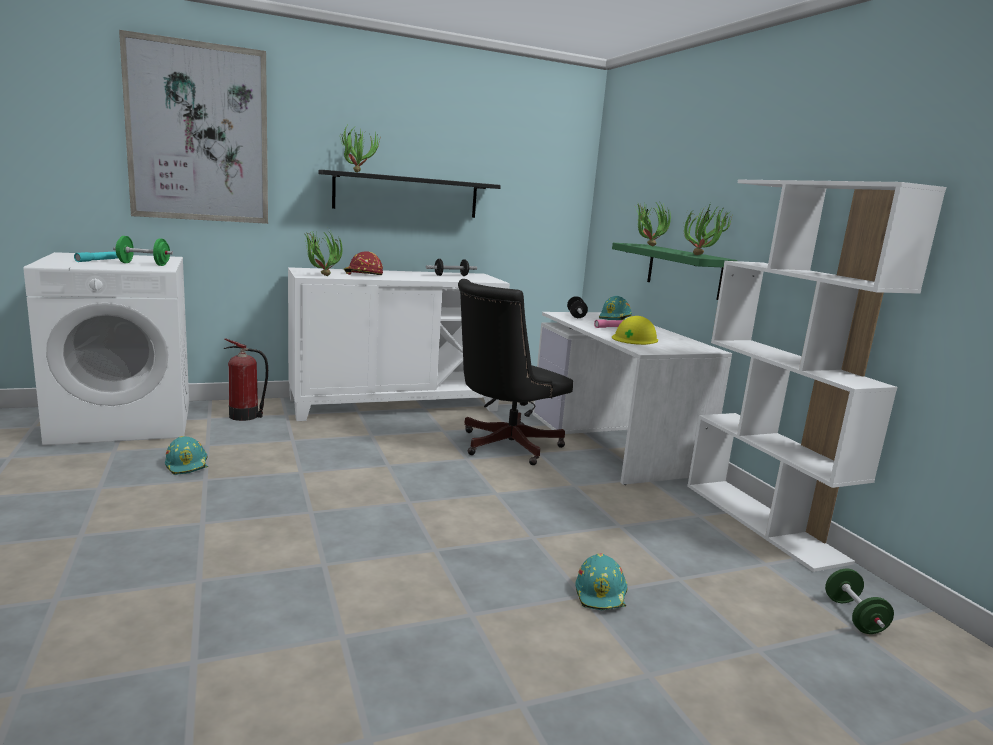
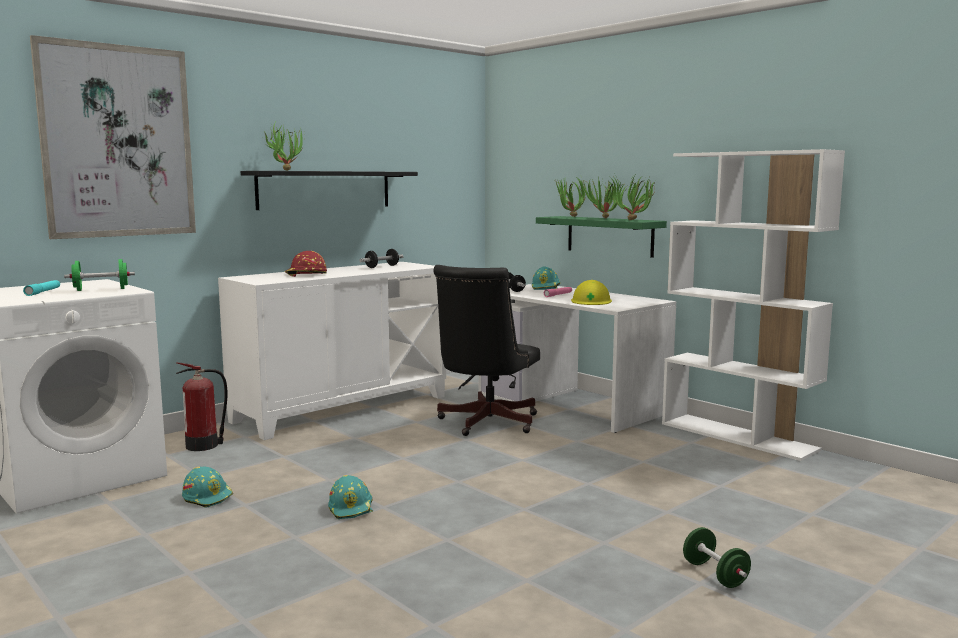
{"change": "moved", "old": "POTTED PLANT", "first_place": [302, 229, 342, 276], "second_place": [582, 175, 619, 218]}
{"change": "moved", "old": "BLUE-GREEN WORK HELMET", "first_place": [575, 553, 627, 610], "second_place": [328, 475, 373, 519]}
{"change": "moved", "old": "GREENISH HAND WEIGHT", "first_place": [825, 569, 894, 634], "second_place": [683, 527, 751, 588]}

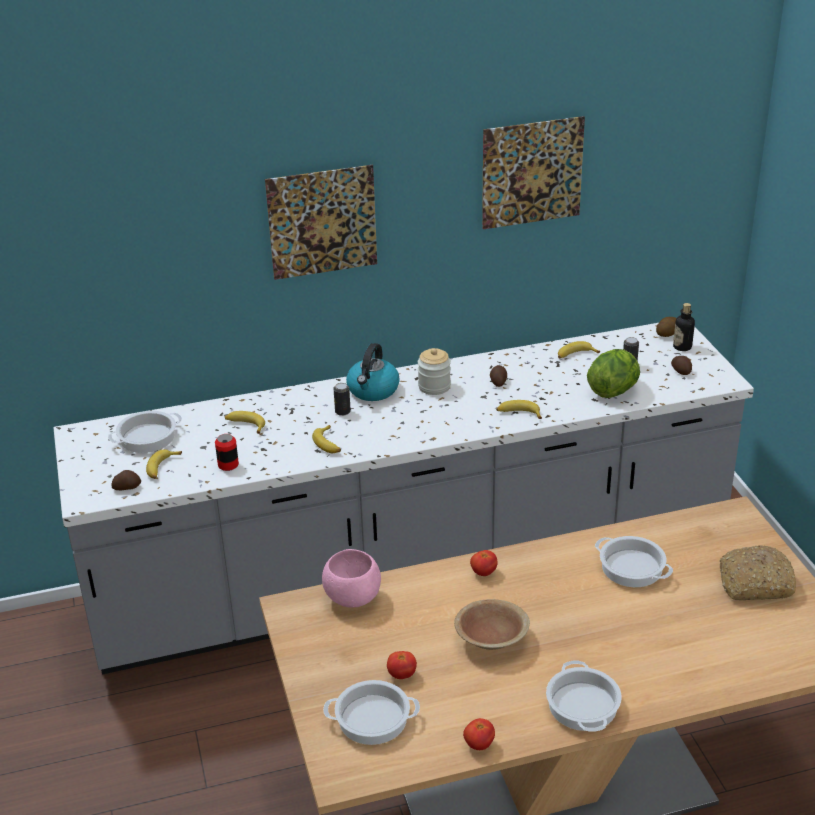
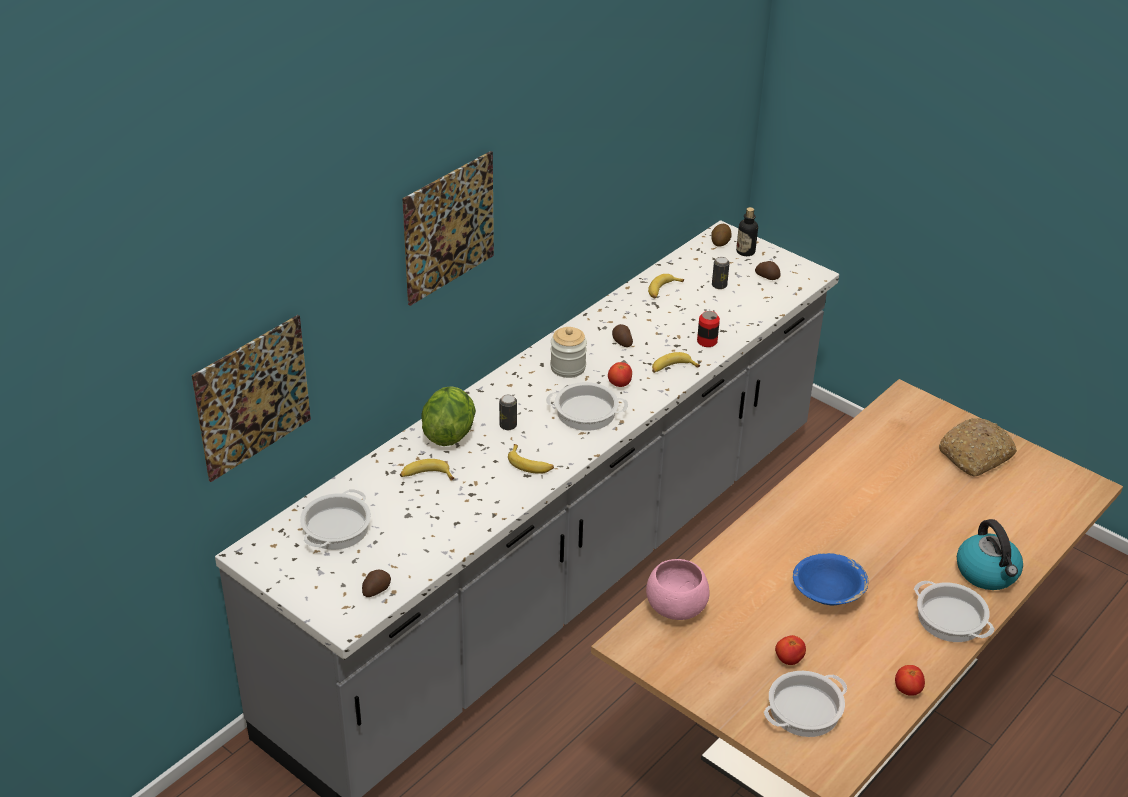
{"change": "removed", "old": "WHOLE BANANA", "first_place": [146, 449, 182, 479]}
{"change": "moved", "old": "SEALED CAN", "first_place": [215, 434, 239, 471], "second_place": [697, 311, 720, 347]}
{"change": "moved", "old": "WATER KETTLE", "first_place": [346, 343, 400, 401], "second_place": [957, 519, 1023, 590]}
{"change": "recoloured", "old": "BROWNISH DEEP DISH", "new": "BLUE-COLOURED DEEP DISH", "first_place": [454, 599, 530, 650], "second_place": [793, 553, 869, 605]}
{"change": "moved", "old": "FRESH TOMATO", "first_place": [470, 550, 498, 576], "second_place": [608, 362, 632, 387]}
{"change": "moved", "old": "WALL PICTURE", "first_place": [482, 116, 585, 229], "second_place": [192, 315, 311, 482]}
{"change": "moved", "old": "LETTUCE", "first_place": [587, 349, 640, 398], "second_place": [421, 386, 476, 446]}
{"change": "moved", "old": "STOCKPOT", "first_place": [595, 536, 673, 587], "second_place": [546, 382, 628, 431]}

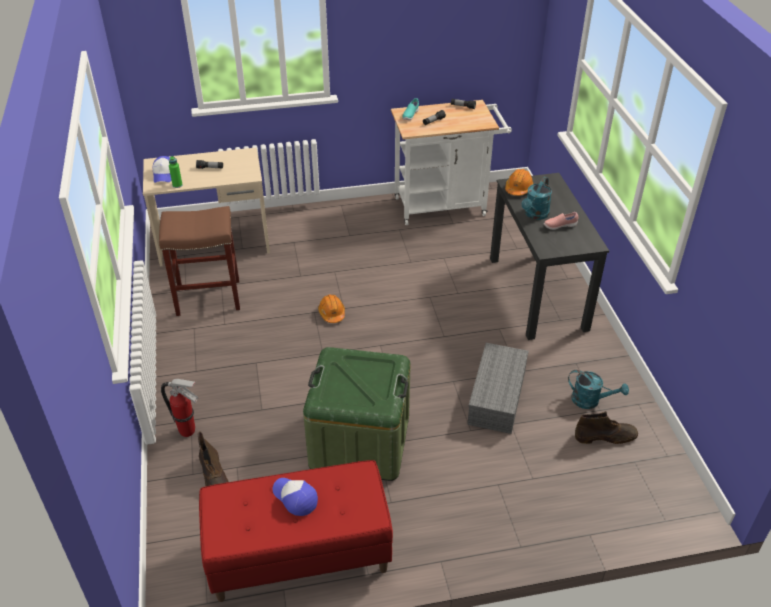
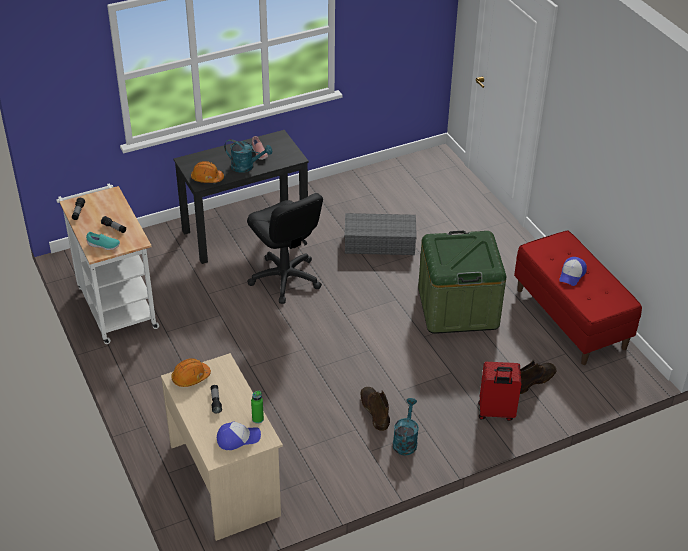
{"change": "removed", "old": "BROWNISH STOOL SEAT", "first_place": [159, 206, 240, 316]}
{"change": "replaced", "old": "FIRE EXTINGUISHER", "new": "RED TRAVEL CASE", "first_place": [161, 379, 199, 437], "second_place": [478, 362, 522, 421]}
{"change": "moved", "old": "ORANGE-COLOURED WORK HELMET", "first_place": [318, 294, 345, 323], "second_place": [171, 358, 211, 387]}
{"change": "moved", "old": "BLUE-GREEN SPRINKLING CAN", "first_place": [568, 370, 629, 409], "second_place": [393, 398, 419, 455]}
{"change": "moved", "old": "BROWNISH BOOT", "first_place": [575, 411, 638, 444], "second_place": [361, 387, 390, 431]}
{"change": "added", "new": "BLACK OFFICE CHAIR", "second_place": [247, 193, 323, 304]}

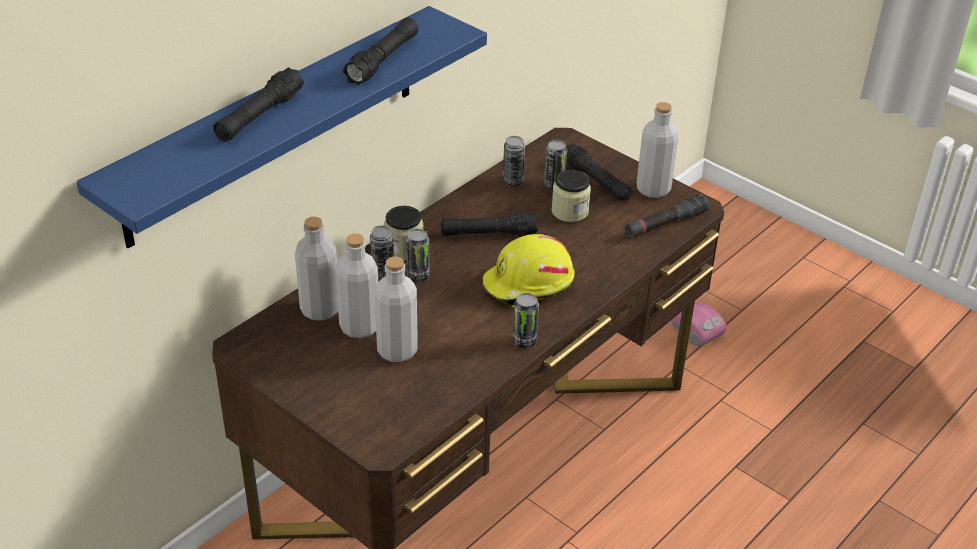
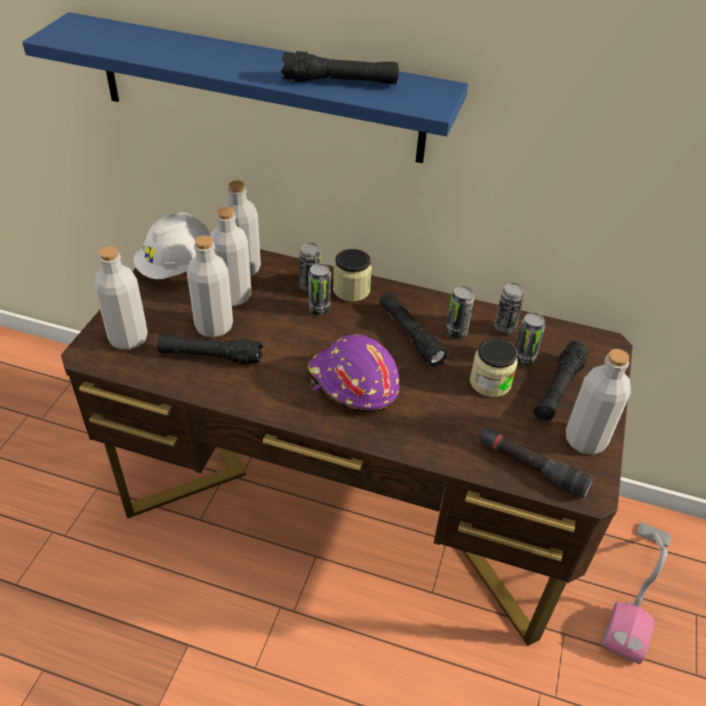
{"change": "moved", "old": "BLACK FLASHLIGHT", "first_place": [213, 67, 304, 142], "second_place": [157, 334, 263, 365]}
{"change": "recoloured", "old": "YELLOW WORK HELMET", "new": "PURPLE WORK HELMET", "first_place": [482, 234, 575, 308], "second_place": [307, 334, 399, 413]}
{"change": "moved", "old": "SEALED CAN", "first_place": [513, 293, 539, 349], "second_place": [446, 286, 475, 338]}
{"change": "added", "new": "GRAY DRINK BOTTLE", "second_place": [94, 246, 148, 350]}
{"change": "added", "new": "WHITE-COLOURED WORK HELMET", "second_place": [133, 212, 210, 279]}

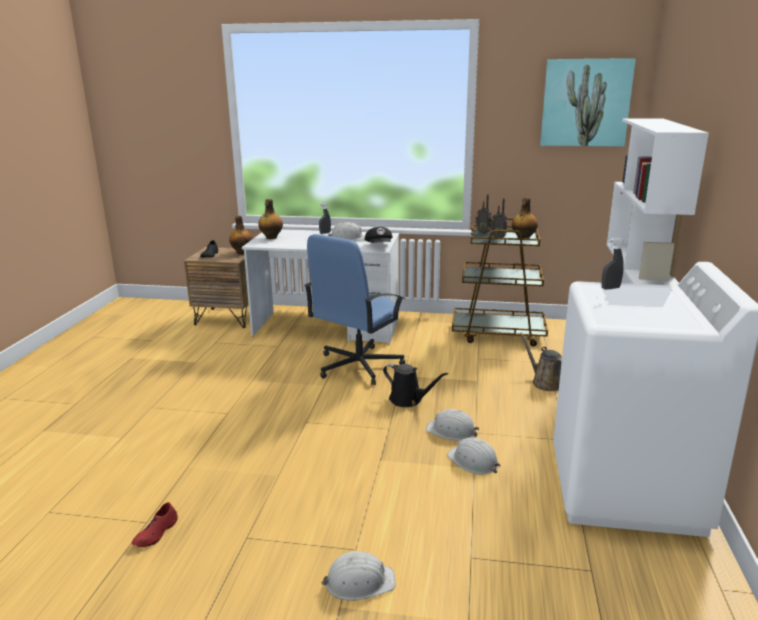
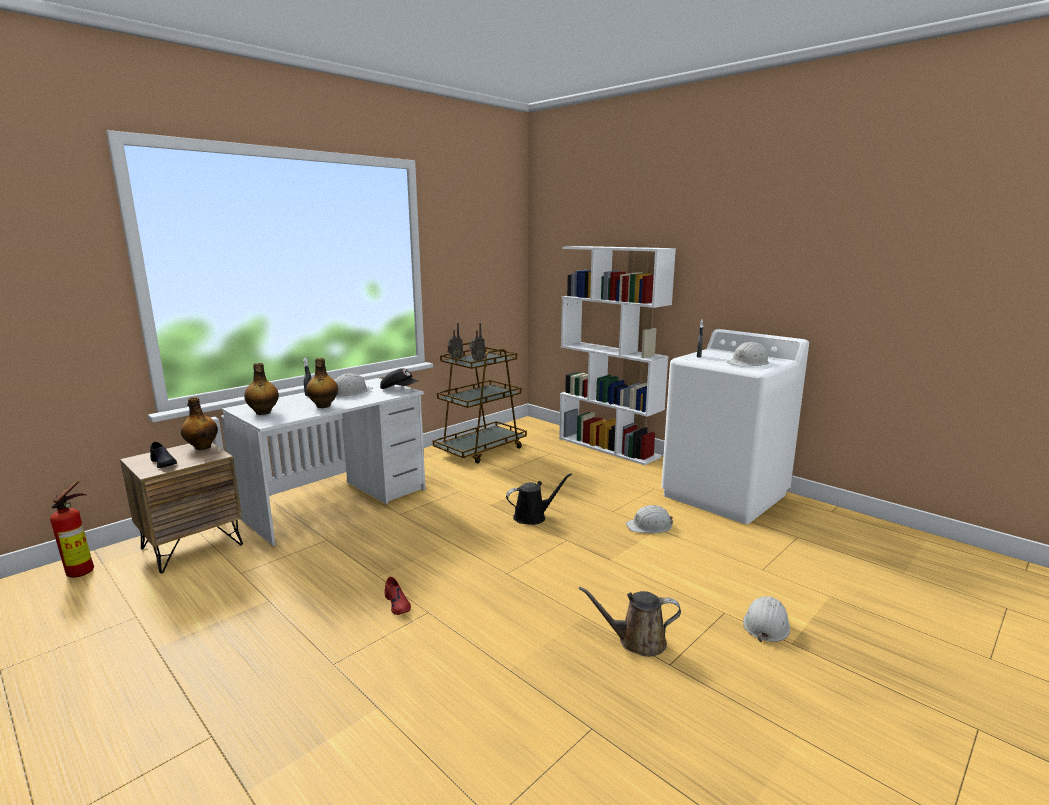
{"change": "moved", "old": "RED SHOE", "first_place": [132, 502, 178, 547], "second_place": [384, 576, 411, 615]}
{"change": "removed", "old": "BLUE-COLOURED OFFICE CHAIR", "first_place": [304, 234, 405, 385]}
{"change": "moved", "old": "WHITE-COLOURED WORK HELMET", "first_place": [426, 409, 479, 441], "second_place": [727, 341, 769, 366]}
{"change": "moved", "old": "DRINK BOTTLE", "first_place": [512, 198, 538, 239], "second_place": [306, 358, 338, 408]}
{"change": "moved", "old": "BROWNISH SPRINKLING CAN", "first_place": [520, 333, 562, 391], "second_place": [579, 586, 681, 657]}
{"change": "removed", "old": "WALL PICTURE", "first_place": [540, 58, 636, 146]}
{"change": "added", "new": "FIRE EXTINGUISHER", "second_place": [50, 481, 94, 577]}

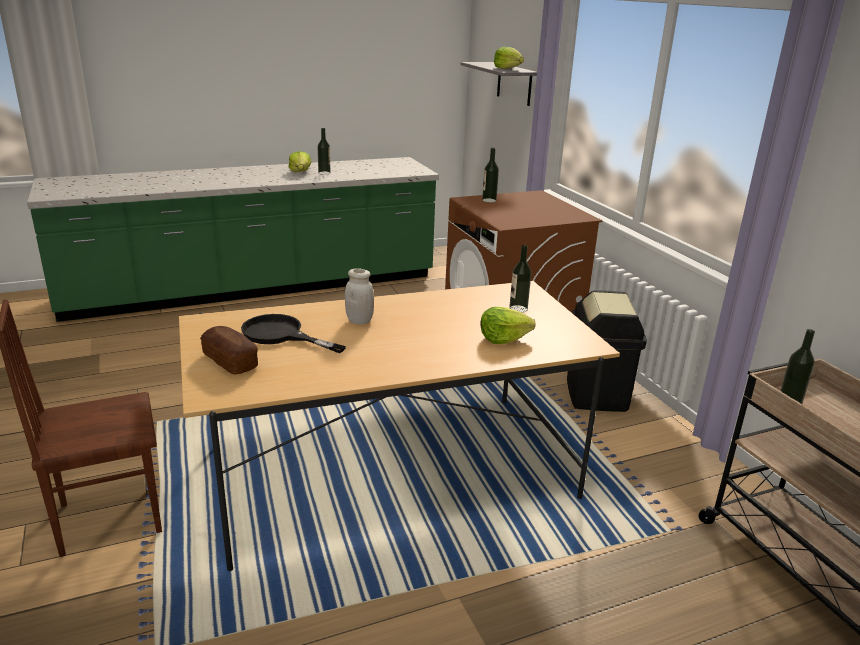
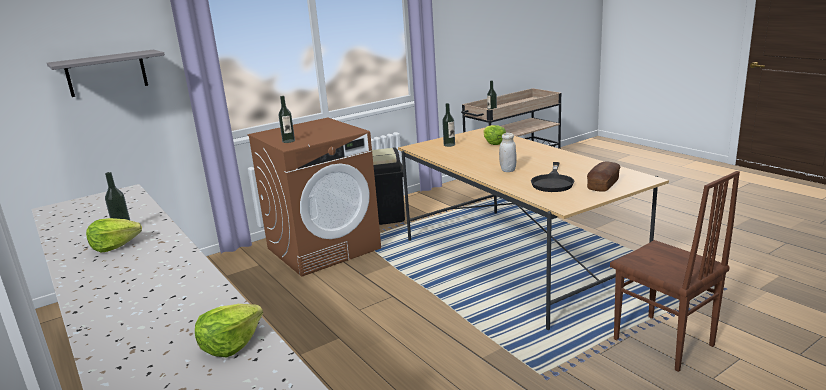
{"change": "moved", "old": "LETTUCE", "first_place": [494, 47, 524, 69], "second_place": [195, 304, 263, 358]}

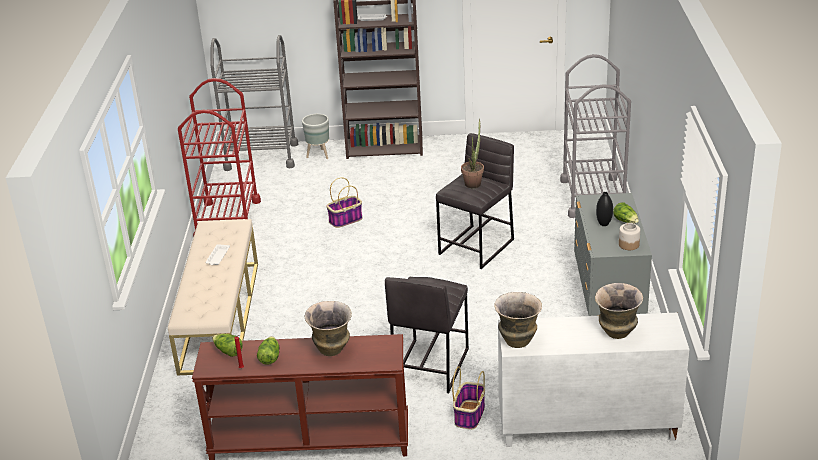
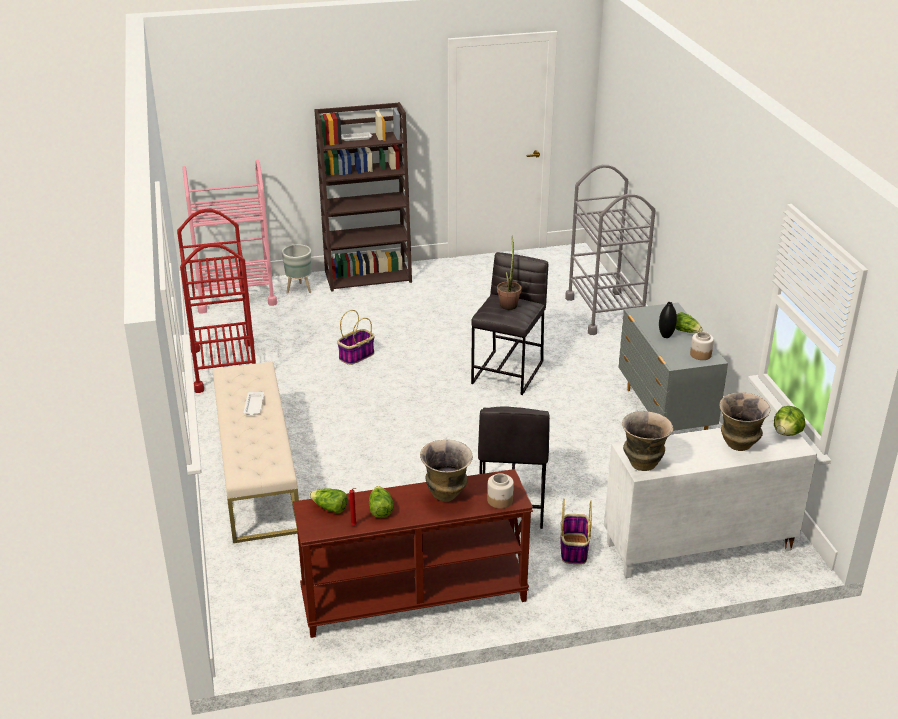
{"change": "recoloured", "old": "GRAY TROLLEY", "new": "PINK-COLOURED TROLLEY", "first_place": [210, 35, 298, 171], "second_place": [182, 160, 277, 314]}
{"change": "added", "new": "JAR", "second_place": [487, 473, 514, 509]}
{"change": "added", "new": "LETTUCE", "second_place": [774, 406, 805, 436]}

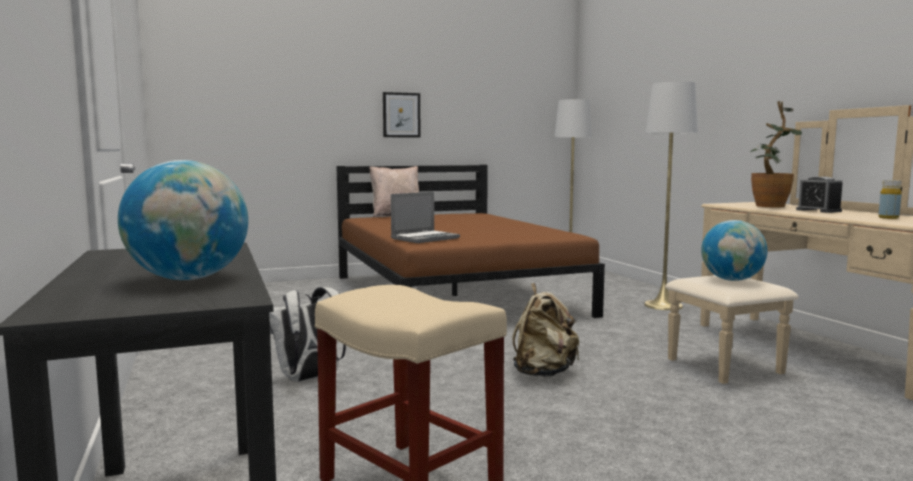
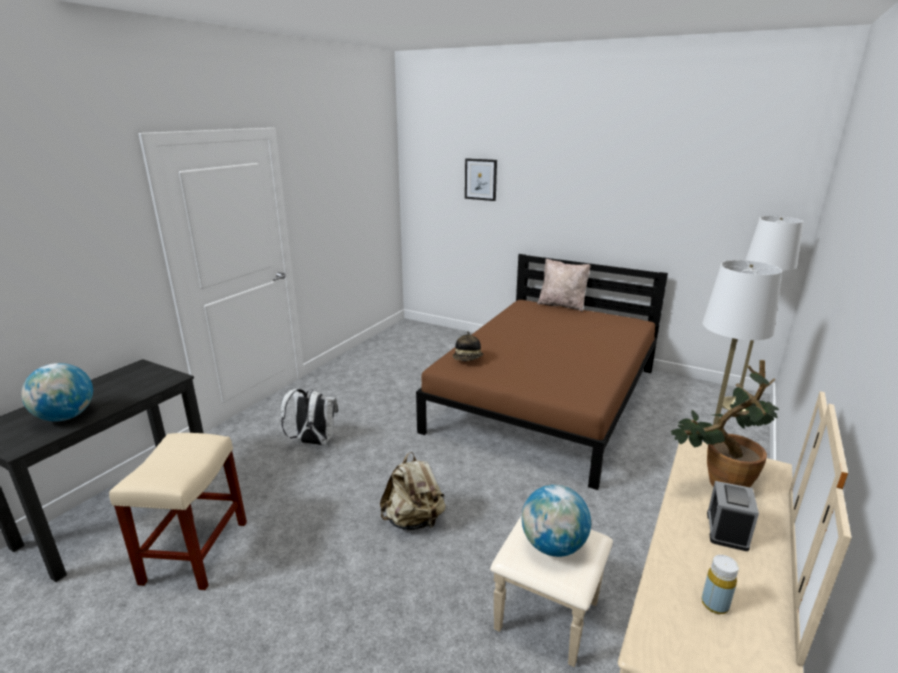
{"change": "moved", "old": "WALL PICTURE", "first_place": [383, 92, 421, 138], "second_place": [465, 158, 497, 201]}
{"change": "replaced", "old": "PORTABLE COMPUTER", "new": "WEARABLE HAT", "first_place": [391, 192, 460, 243], "second_place": [453, 331, 483, 361]}

